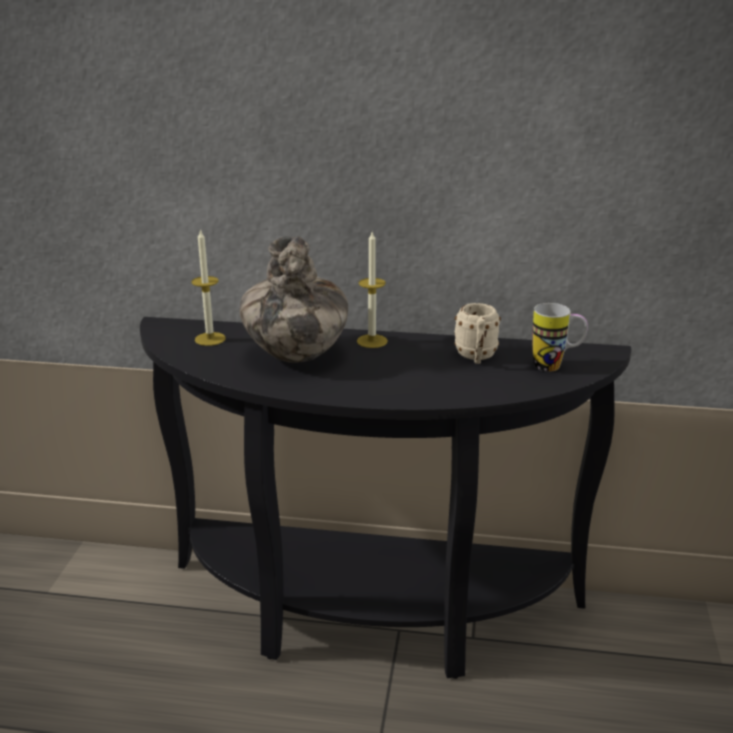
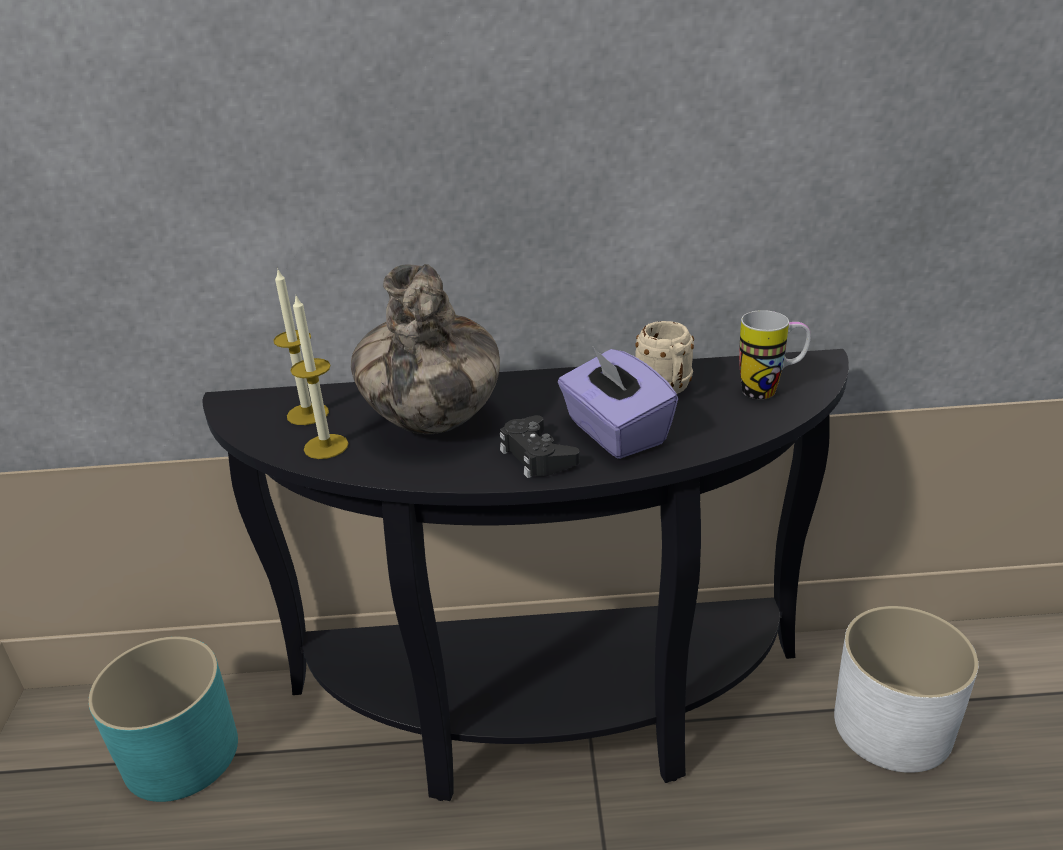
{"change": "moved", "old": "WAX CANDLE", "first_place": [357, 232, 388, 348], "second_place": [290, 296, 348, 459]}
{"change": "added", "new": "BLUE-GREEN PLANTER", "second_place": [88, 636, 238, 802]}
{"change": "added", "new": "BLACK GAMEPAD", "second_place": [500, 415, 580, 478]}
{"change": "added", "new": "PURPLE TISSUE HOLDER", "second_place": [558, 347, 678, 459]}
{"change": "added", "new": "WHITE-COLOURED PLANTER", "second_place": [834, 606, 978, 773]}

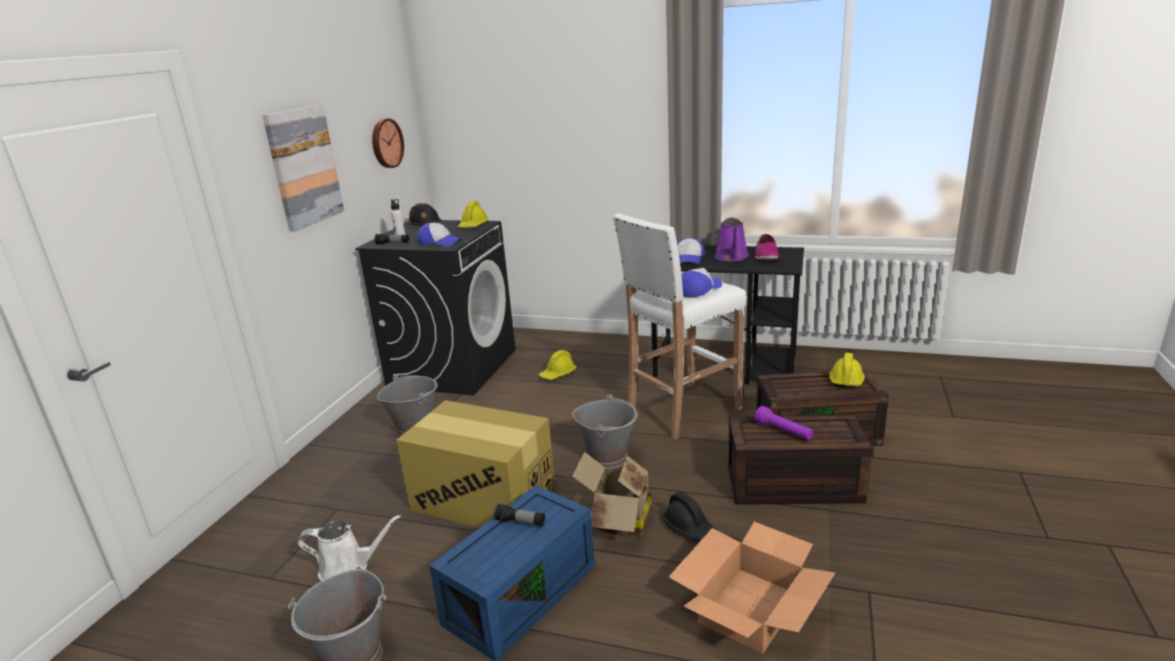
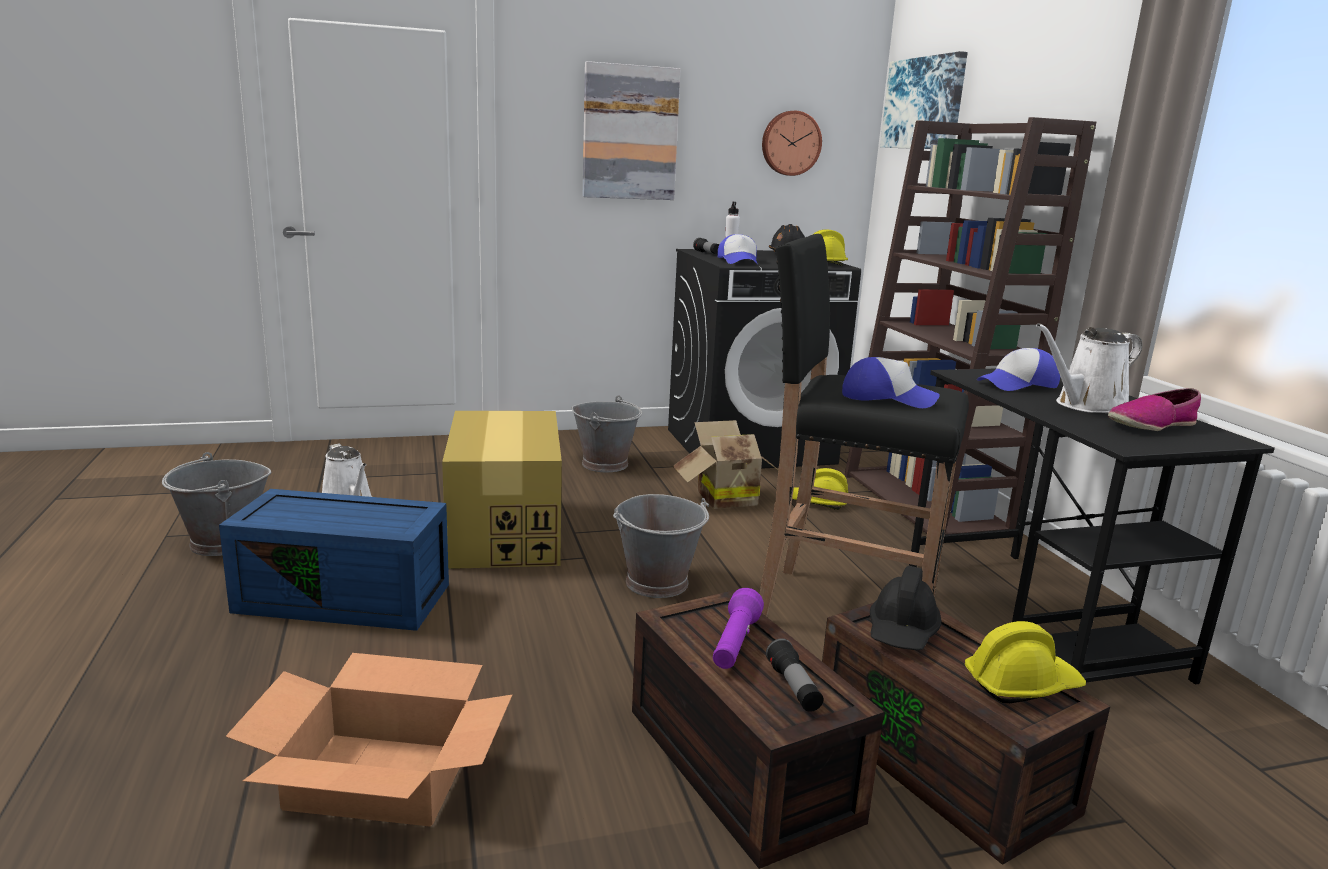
{"change": "moved", "old": "FLASHLIGHT", "first_place": [493, 503, 545, 526], "second_place": [766, 638, 824, 712]}
{"change": "moved", "old": "PACKING BOX", "first_place": [573, 452, 651, 537], "second_place": [673, 420, 778, 509]}
{"change": "recoloured", "old": "WHITE-COLOURED STOOL SEAT", "new": "BLACK STOOL SEAT", "first_place": [613, 213, 747, 440], "second_place": [759, 234, 969, 617]}
{"change": "moved", "old": "BLACK WORK HELMET", "first_place": [662, 492, 716, 542], "second_place": [870, 566, 941, 650]}
{"change": "recoloured", "old": "PURPLE SPRINKLING CAN", "new": "WHITE-COLOURED SPRINKLING CAN", "first_place": [715, 217, 749, 261], "second_place": [1036, 323, 1142, 413]}
{"change": "added", "new": "BROWNISH BOOKCASE", "second_place": [845, 117, 1096, 535]}
{"change": "added", "new": "WALL PICTURE", "second_place": [880, 51, 968, 149]}

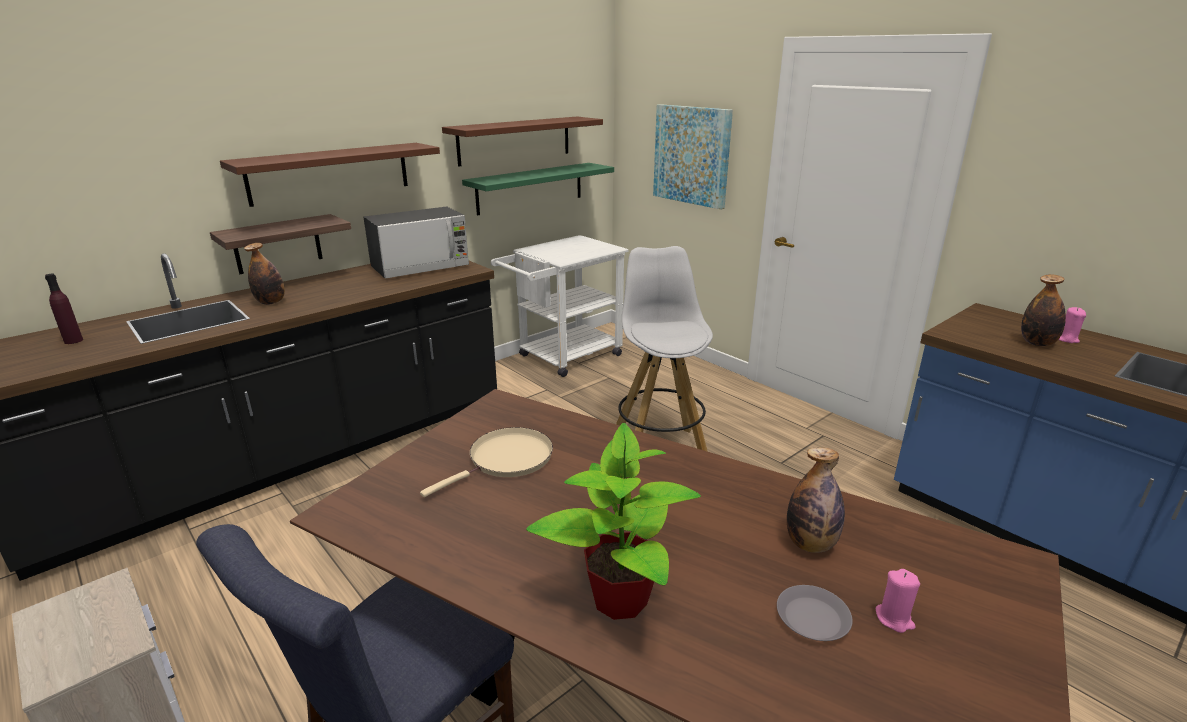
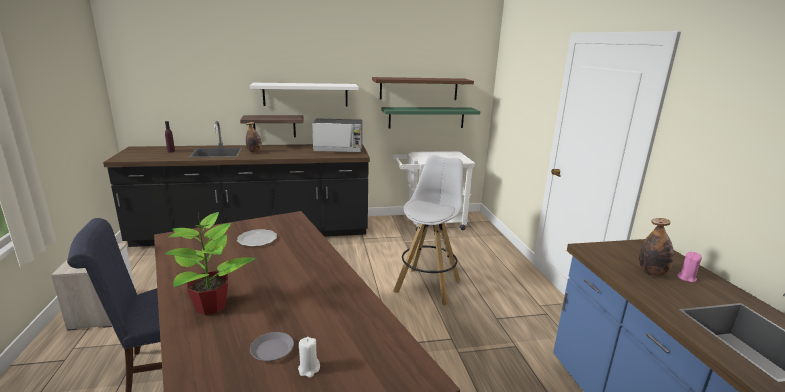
{"change": "recoloured", "old": "BROWNISH WALL SHELF", "new": "WHITE-COLOURED WALL SHELF", "first_place": [220, 143, 440, 207], "second_place": [250, 83, 359, 106]}
{"change": "replaced", "old": "BEIGE SKILLET", "new": "PLATE", "first_place": [420, 427, 553, 497], "second_place": [237, 229, 277, 247]}
{"change": "removed", "old": "WALL PICTURE", "first_place": [653, 104, 733, 209]}
{"change": "removed", "old": "DRINK BOTTLE", "first_place": [787, 447, 845, 553]}
{"change": "recoloured", "old": "PINK-COLOURED WAX CANDLE", "new": "WHITE-COLOURED WAX CANDLE", "first_place": [876, 569, 920, 633], "second_place": [298, 337, 320, 378]}

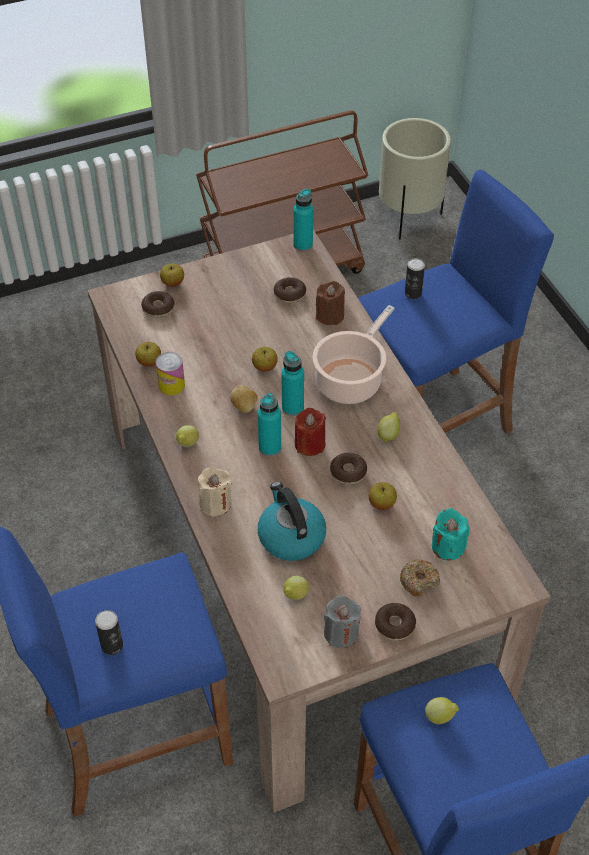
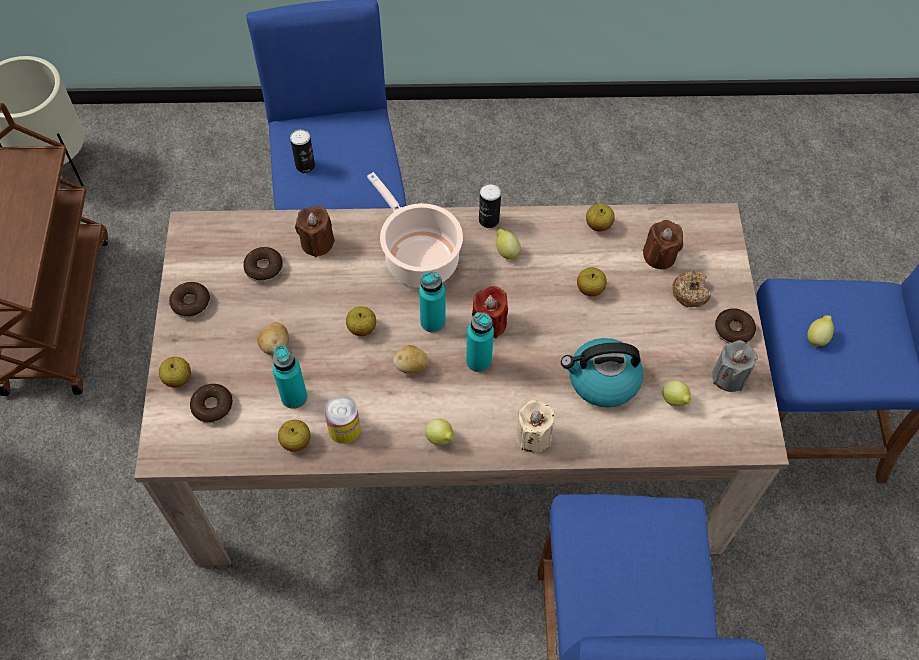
{"change": "moved", "old": "SEALED CAN", "first_place": [95, 610, 123, 655], "second_place": [479, 183, 501, 228]}
{"change": "moved", "old": "BLUE-GREEN DRINK BOTTLE", "first_place": [293, 189, 313, 251], "second_place": [272, 345, 307, 409]}
{"change": "moved", "old": "RING DOUGHNUT", "first_place": [330, 453, 367, 485], "second_place": [169, 282, 210, 318]}
{"change": "recoloured", "old": "BLUE-GREEN WAX CANDLE", "new": "BROWNISH WAX CANDLE", "first_place": [432, 508, 469, 561], "second_place": [643, 220, 683, 269]}
{"change": "added", "new": "POTATO", "second_place": [257, 322, 289, 355]}
{"change": "added", "new": "APPLE", "second_place": [586, 204, 615, 232]}

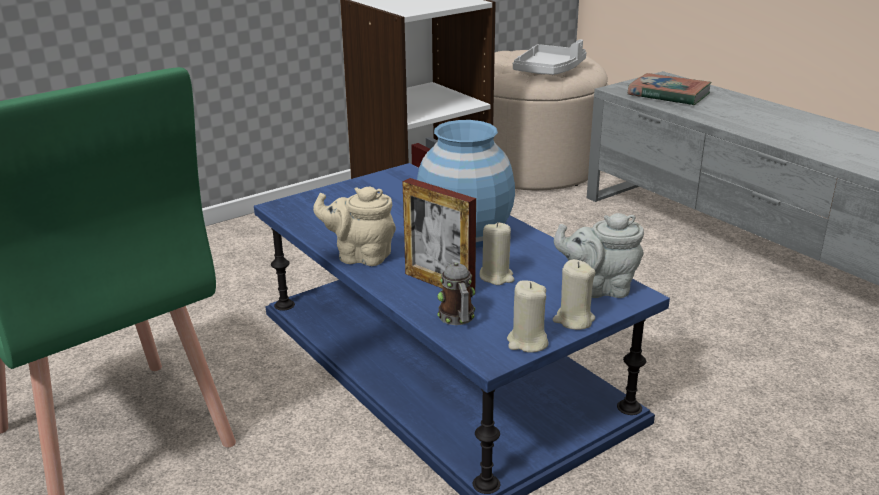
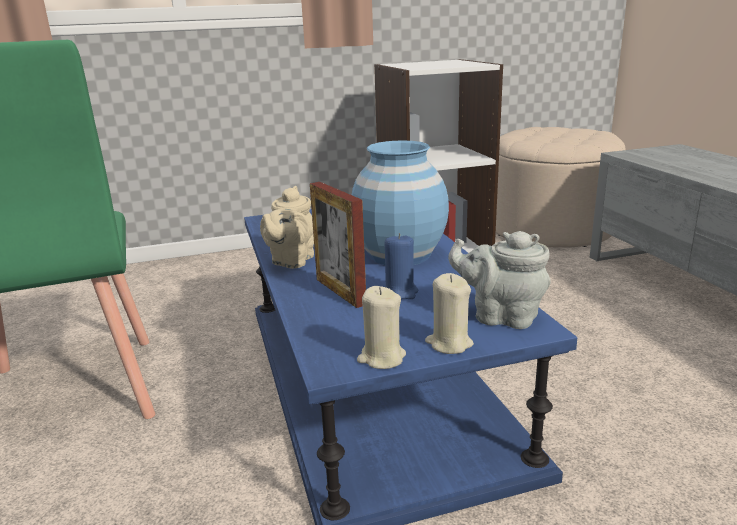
{"change": "turned", "old": "BEIGE TEAPOT", "first_place": [313, 187, 396, 266], "second_place": [260, 186, 314, 269], "degrees": -105}
{"change": "removed", "old": "TEA MUG", "first_place": [437, 262, 475, 325]}
{"change": "recoloured", "old": "BEIGE WAX CANDLE", "new": "BLUE-COLOURED WAX CANDLE", "first_place": [480, 222, 514, 285], "second_place": [384, 233, 418, 299]}
{"change": "removed", "old": "GRAY CARRYING TRAY", "first_place": [513, 40, 587, 75]}
{"change": "removed", "old": "VOLUME", "first_place": [628, 73, 712, 106]}

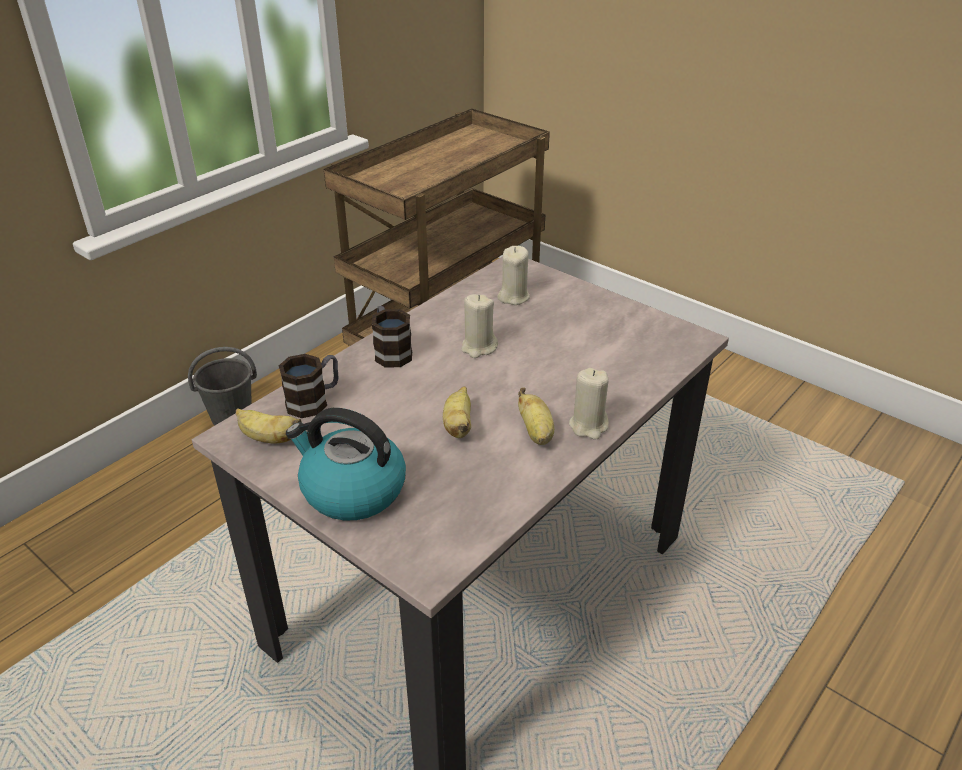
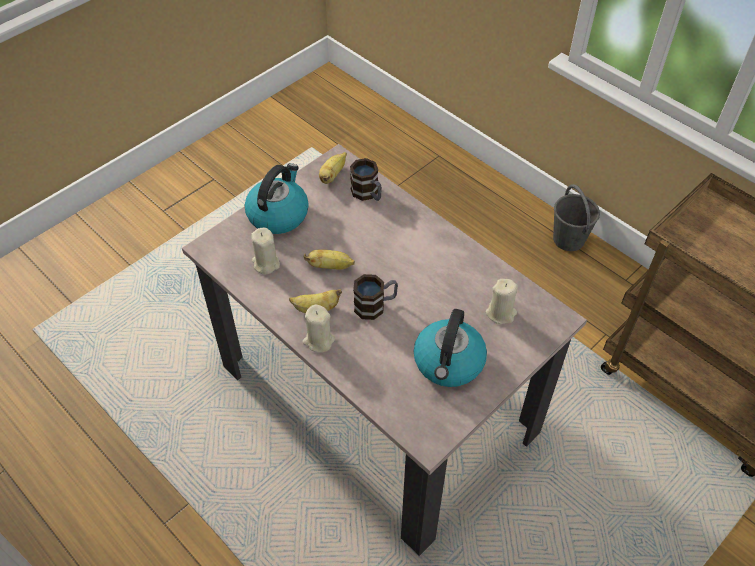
{"change": "moved", "old": "TEA MUG", "first_place": [371, 306, 412, 367], "second_place": [353, 274, 398, 320]}
{"change": "moved", "old": "BEIGE WAX CANDLE", "first_place": [461, 294, 498, 358], "second_place": [251, 228, 280, 274]}
{"change": "added", "new": "WATER KETTLE", "second_place": [414, 309, 487, 387]}

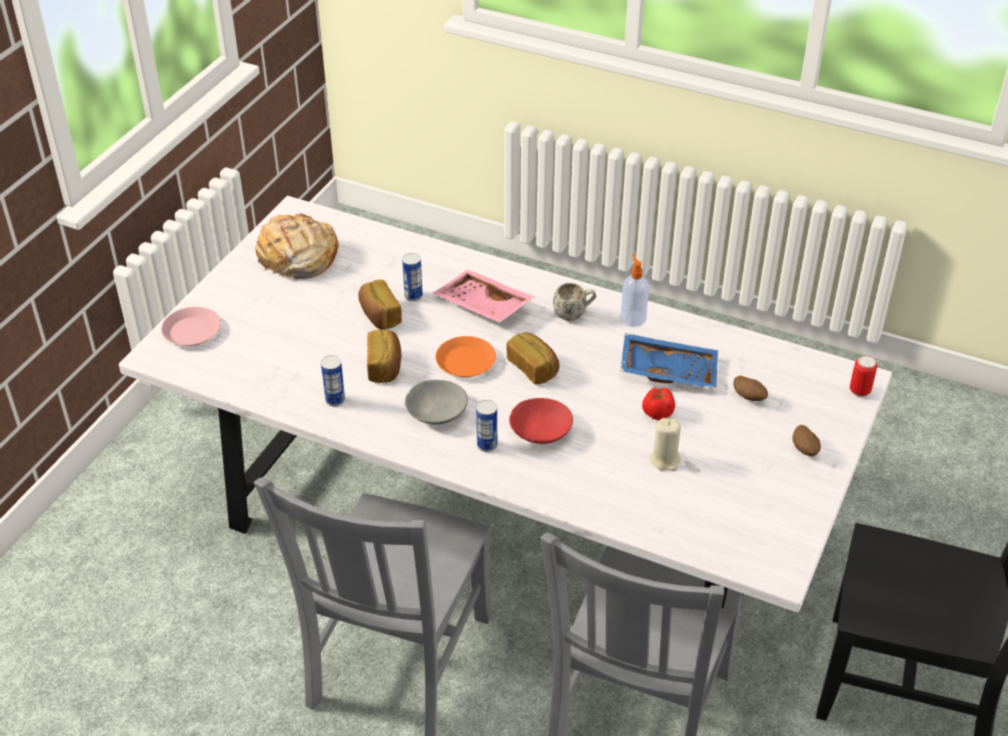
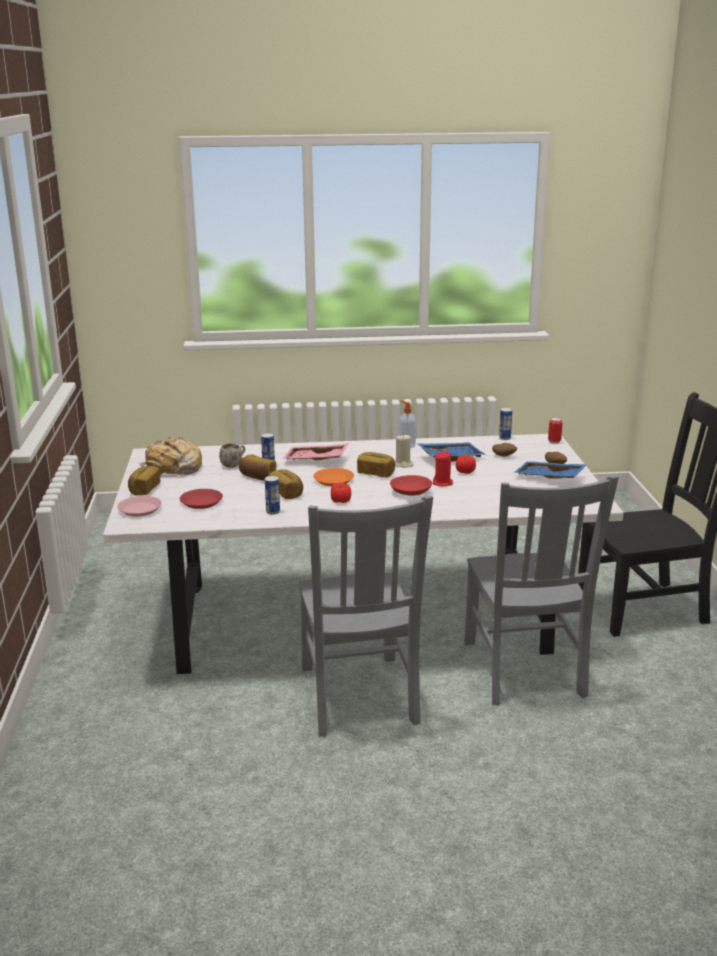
{"change": "replaced", "old": "GRAY DEEP DISH", "new": "FRESH TOMATO", "first_place": [405, 380, 468, 425], "second_place": [331, 483, 351, 503]}
{"change": "moved", "old": "SEALED CAN", "first_place": [476, 400, 497, 452], "second_place": [499, 408, 512, 440]}
{"change": "moved", "old": "WHITE-COLOURED TEA MUG", "first_place": [553, 283, 597, 321], "second_place": [219, 443, 246, 468]}
{"change": "moved", "old": "BEIGE WAX CANDLE", "first_place": [650, 418, 681, 471], "second_place": [395, 434, 413, 468]}
{"change": "added", "new": "BAKED BREAD", "second_place": [128, 466, 161, 496]}
{"change": "added", "new": "RED PLATE", "second_place": [180, 489, 223, 509]}
{"change": "added", "new": "RED WAX CANDLE", "second_place": [433, 451, 453, 486]}
{"change": "added", "new": "BLUE-COLOURED CARRYING TRAY", "second_place": [513, 461, 587, 479]}

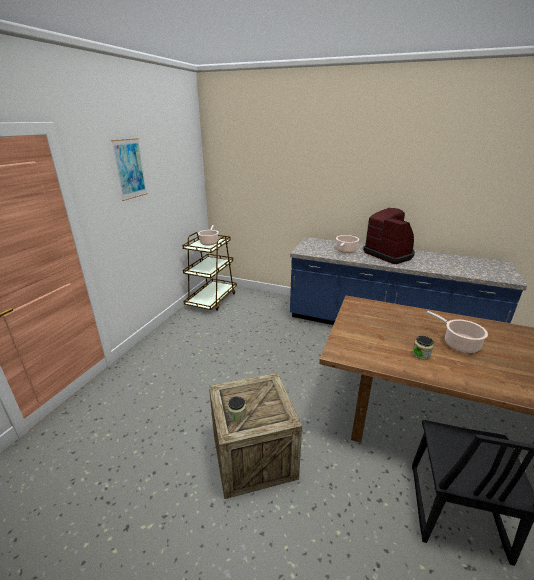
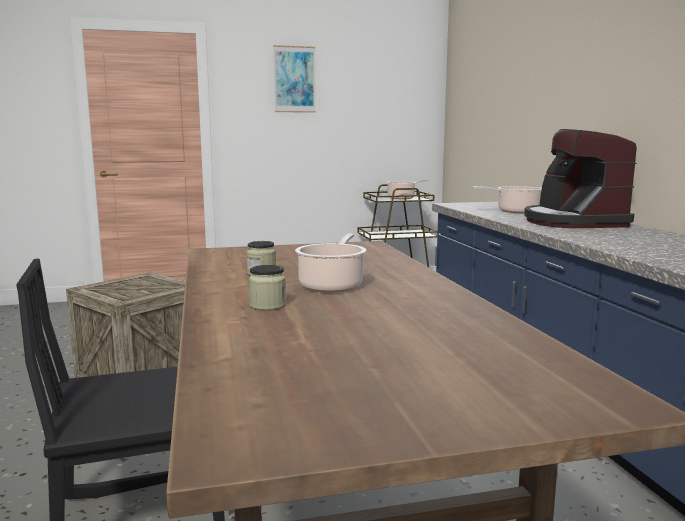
{"change": "moved", "old": "JAR", "first_place": [227, 396, 246, 423], "second_place": [249, 265, 286, 310]}
{"change": "turned", "old": "COFFEE BREWER", "first_place": [363, 208, 415, 264], "second_place": [524, 129, 637, 228], "degrees": 150}

